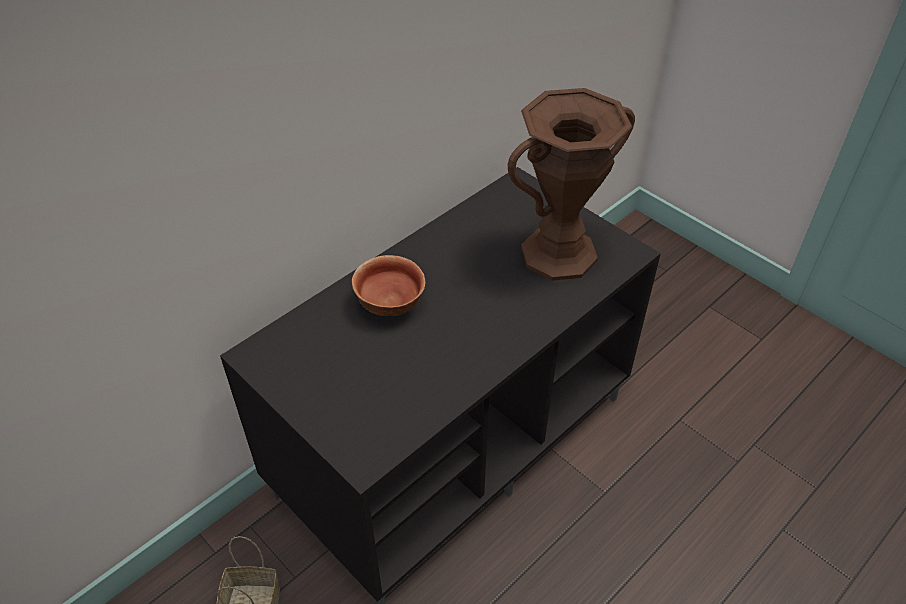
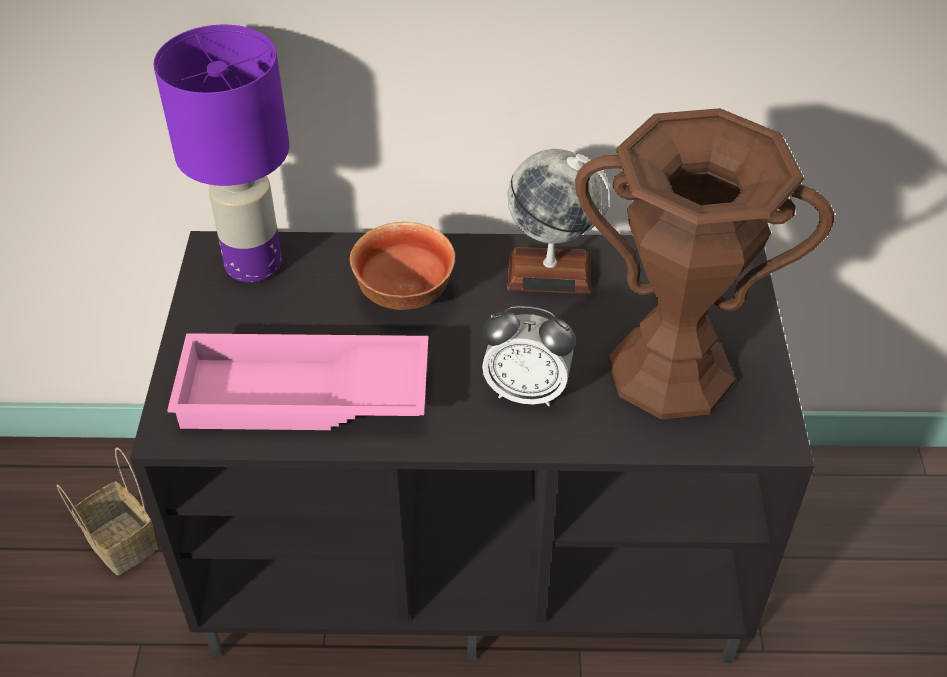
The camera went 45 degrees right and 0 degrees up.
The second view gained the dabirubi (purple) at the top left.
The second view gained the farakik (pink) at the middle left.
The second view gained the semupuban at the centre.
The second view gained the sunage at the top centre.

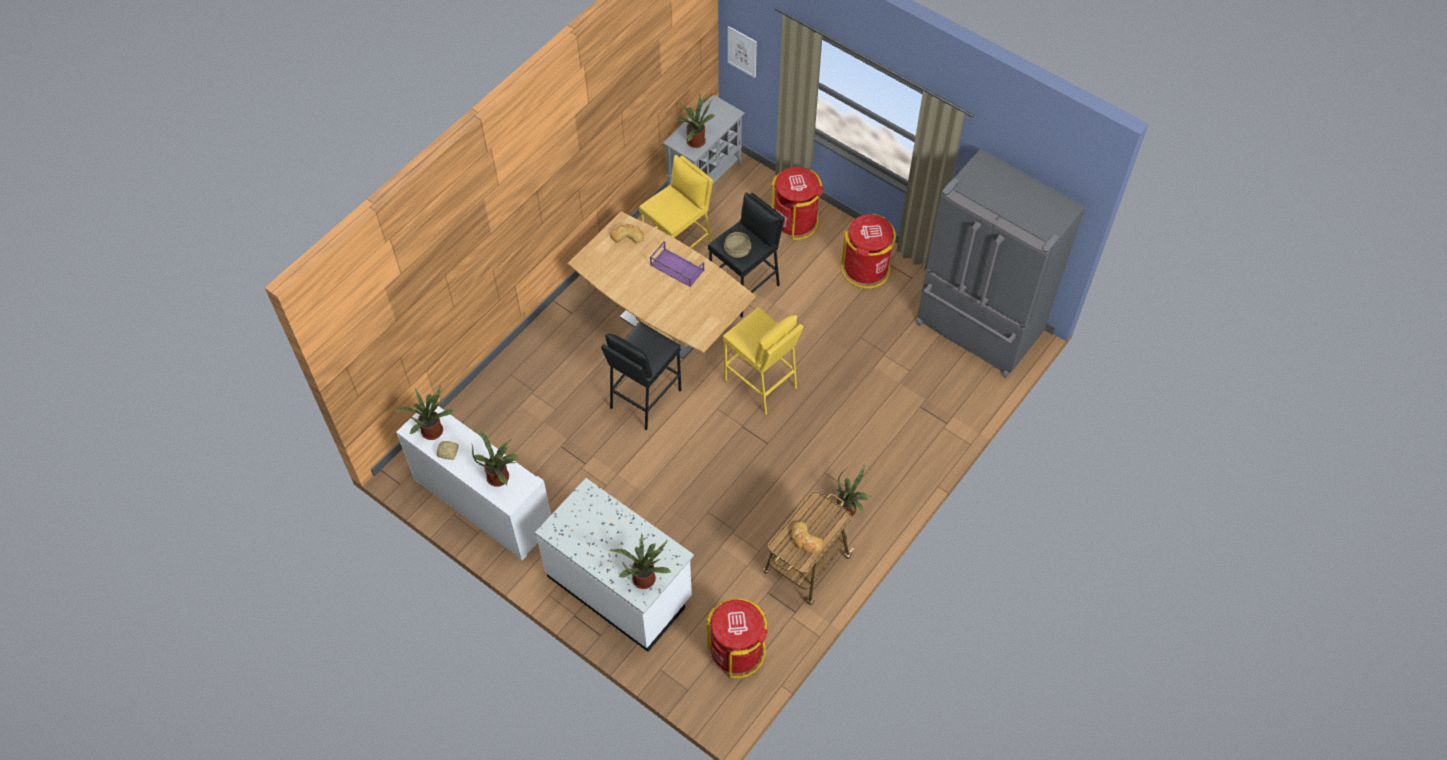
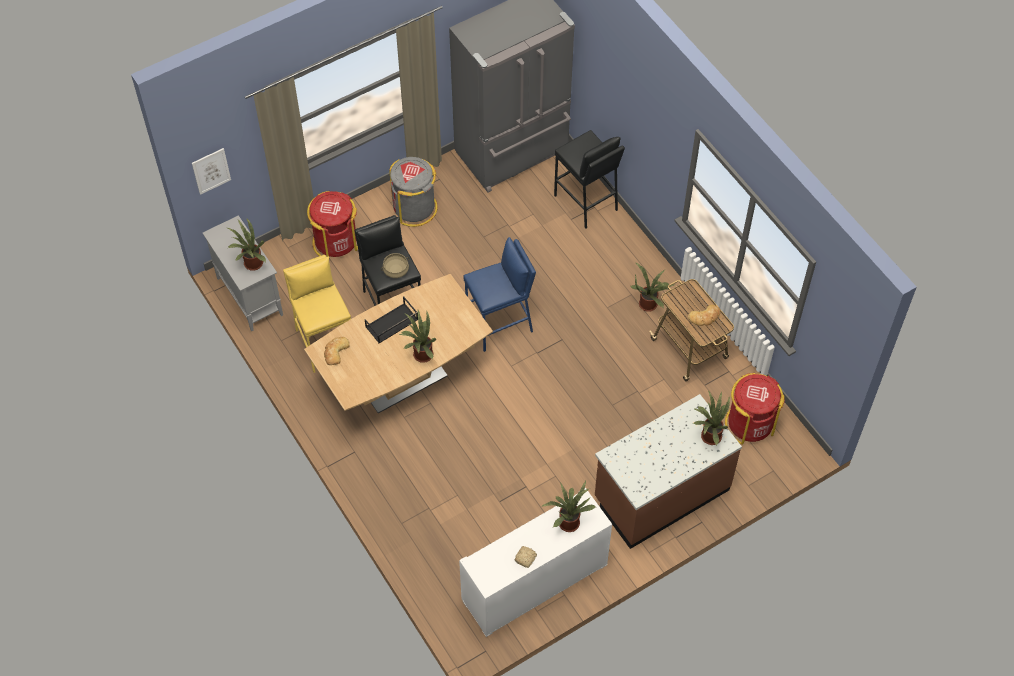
The camera went 70 degrees left and 0 degrees up.
The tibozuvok (1st from left in the first image) ended up elsewhere, having gone from the middle left to the centre.
The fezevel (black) (1st from left in the first image) ended up elsewhere, having gone from the centre to the top centre.
What was the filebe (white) at the bottom centre turned into the filebe (brown) at the bottom centre.
What was the farakik (purple) at the centre turned into the farakik (black) at the centre.
What was the fezevel (yellow) (2nd from left) at the centre turned into the fezevel (blue) at the centre.
What was the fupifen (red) (3rd from left) at the top centre turned into the fupifen (grey) at the top centre.

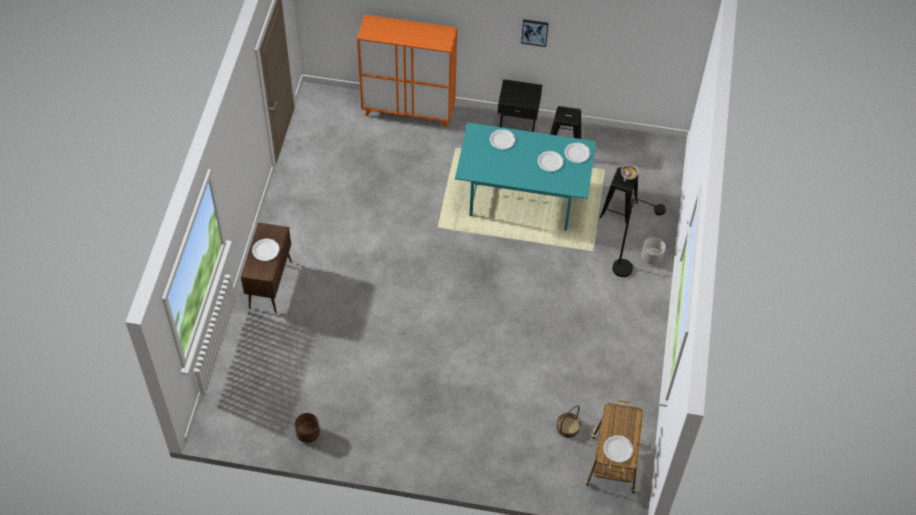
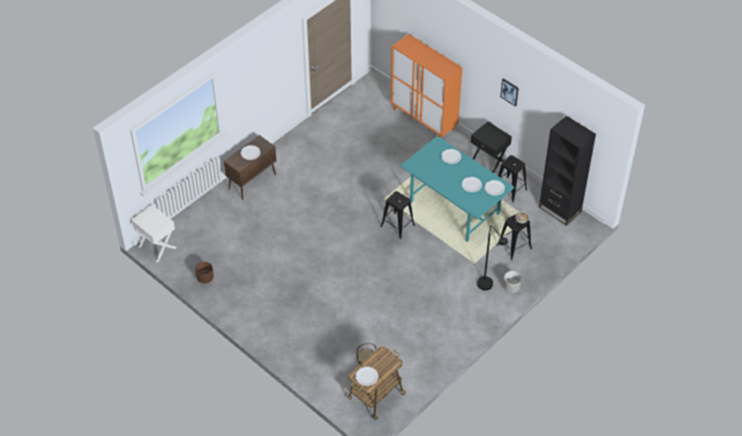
The camera went 35 degrees right and 5 degrees down.
The second view gained the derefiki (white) at the middle left.
The second view gained the fezevel (black) (1st from left) at the centre.
The second view gained the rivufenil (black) at the middle right.

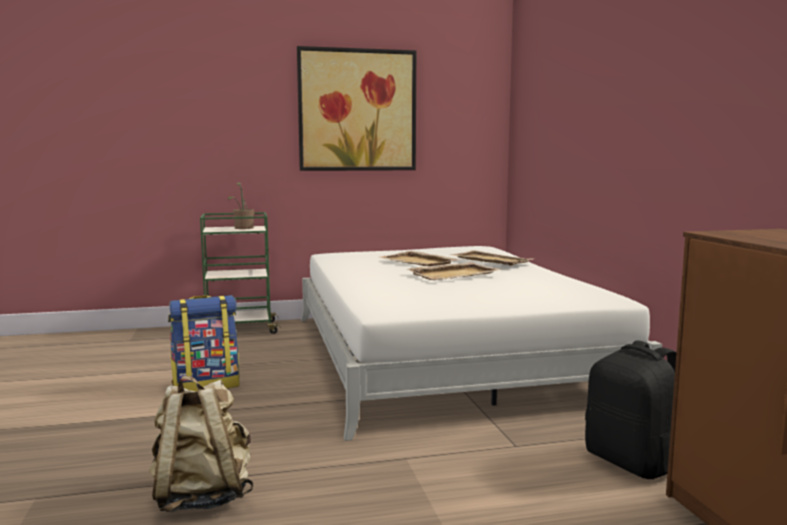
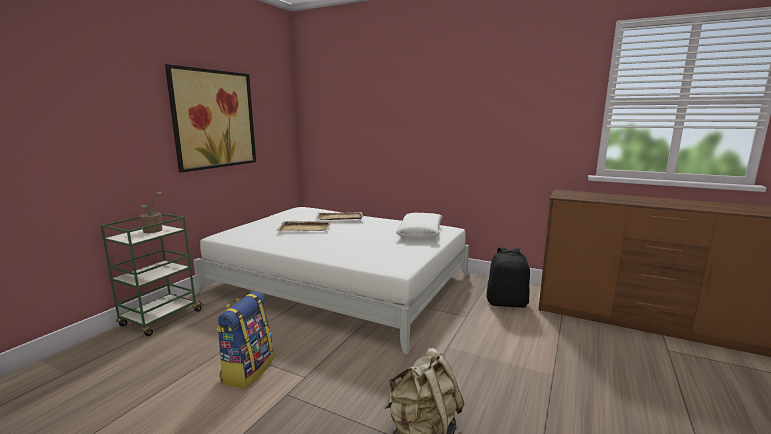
The camera went 50 degrees left and 5 degrees up.
The second view lost the farakik (beige) (2nd from left) at the centre.
The second view gained the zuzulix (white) at the centre.

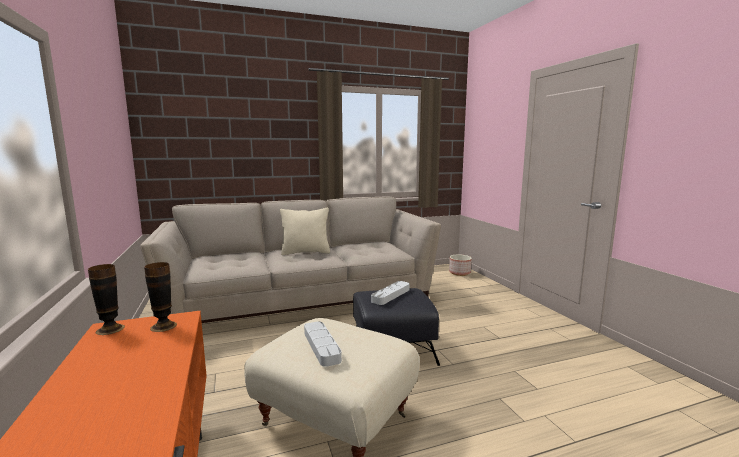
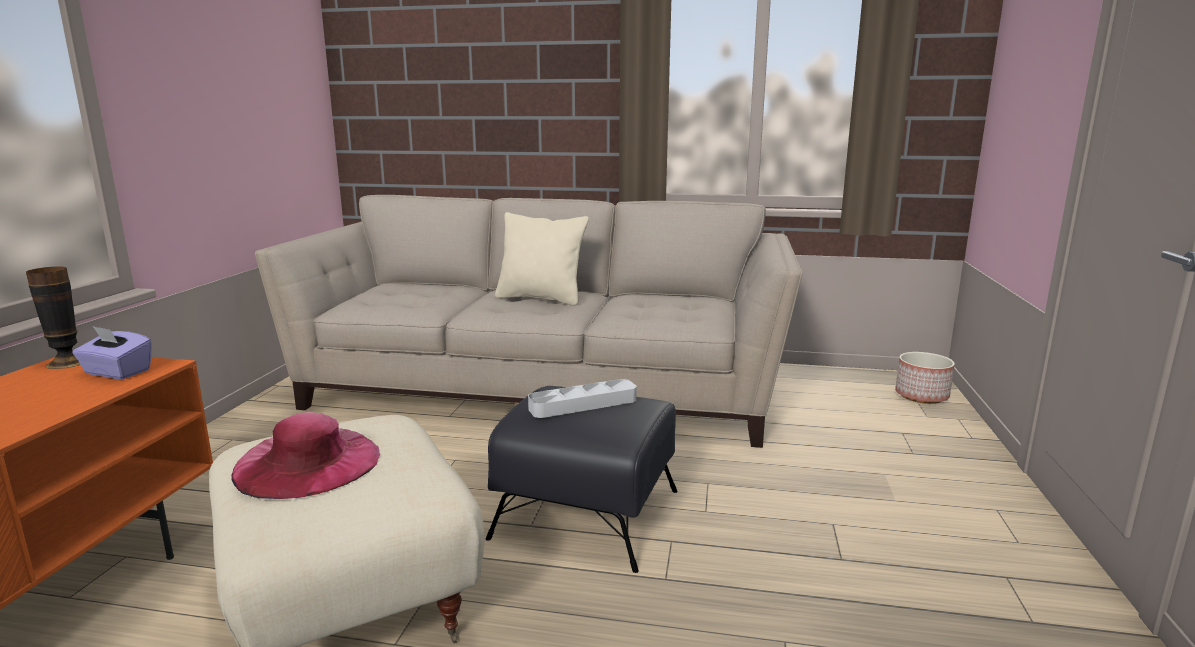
The camera went 30 degrees right and 5 degrees up.
Where the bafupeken (2nd from left) stood at the middle left, the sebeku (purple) came to stand at the middle left.
Where the farakik (grey) (1st from left) stood at the bottom centre, the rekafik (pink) came to stand at the bottom left.

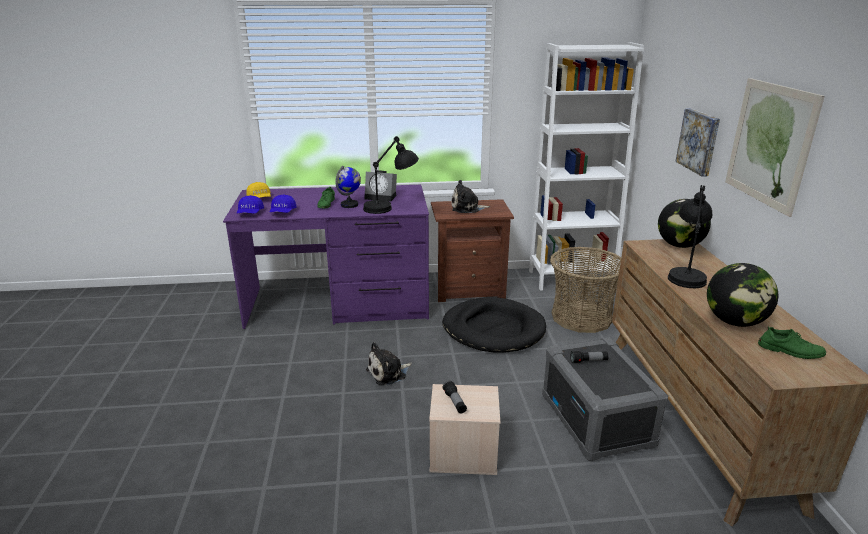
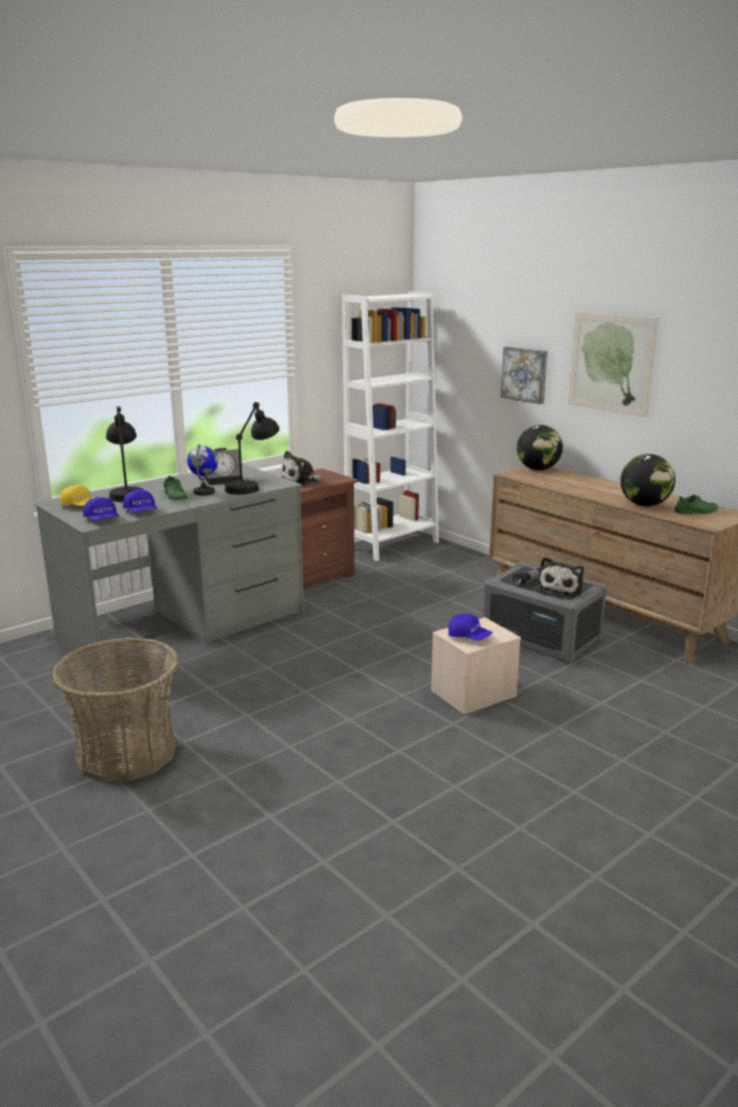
The camera went 35 degrees left and 5 degrees down.
The second view lost the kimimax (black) at the centre.
The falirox (1st from left in the first image) ended up elsewhere, having gone from the bottom centre to the middle right.
The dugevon ended up elsewhere, having gone from the middle right to the middle left.
The dabirubi (black) (2nd from left in the first image) ended up elsewhere, having gone from the middle right to the middle left.
Where the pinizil (1st from left) stood at the bottom centre, the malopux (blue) (3rd from left) came to stand at the centre.
What was the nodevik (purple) at the centre turned into the nodevik (grey) at the middle left.

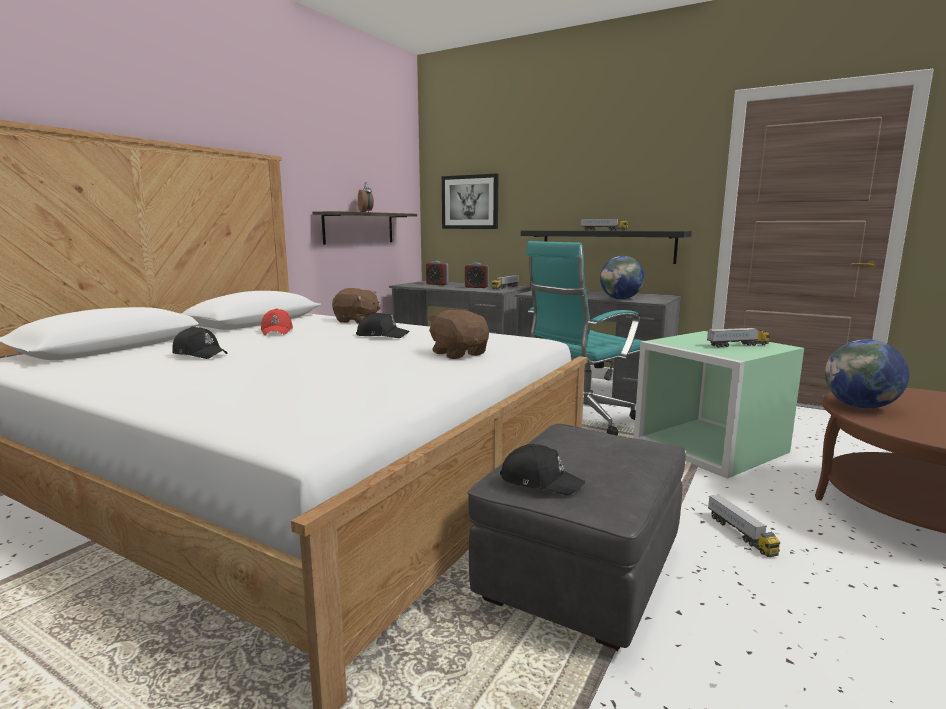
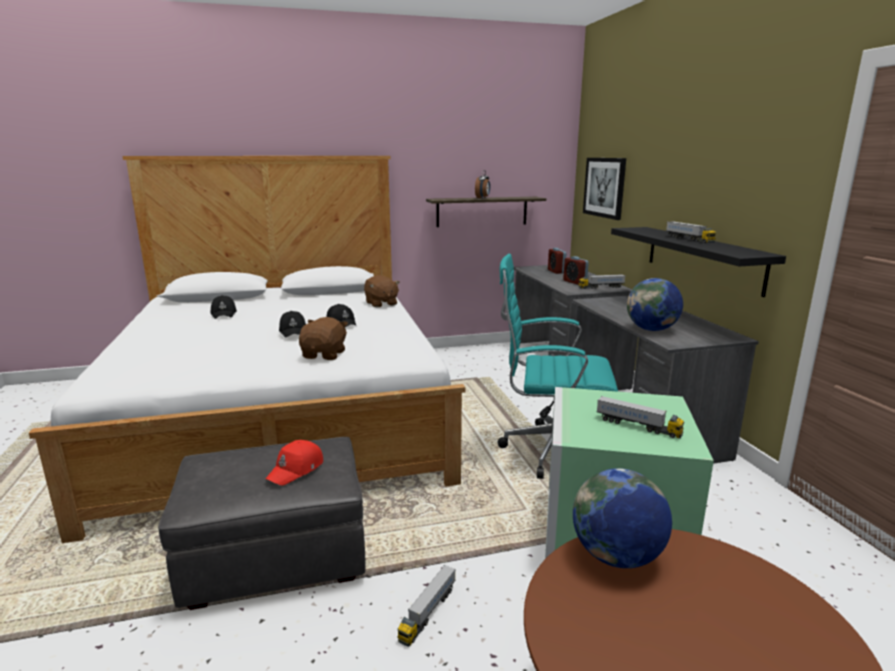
The camera went 45 degrees right and 5 degrees up.
The malopux (red) ended up elsewhere, having gone from the middle left to the bottom left.
The malopux (black) (3rd from left in the first image) ended up elsewhere, having gone from the centre to the middle left.

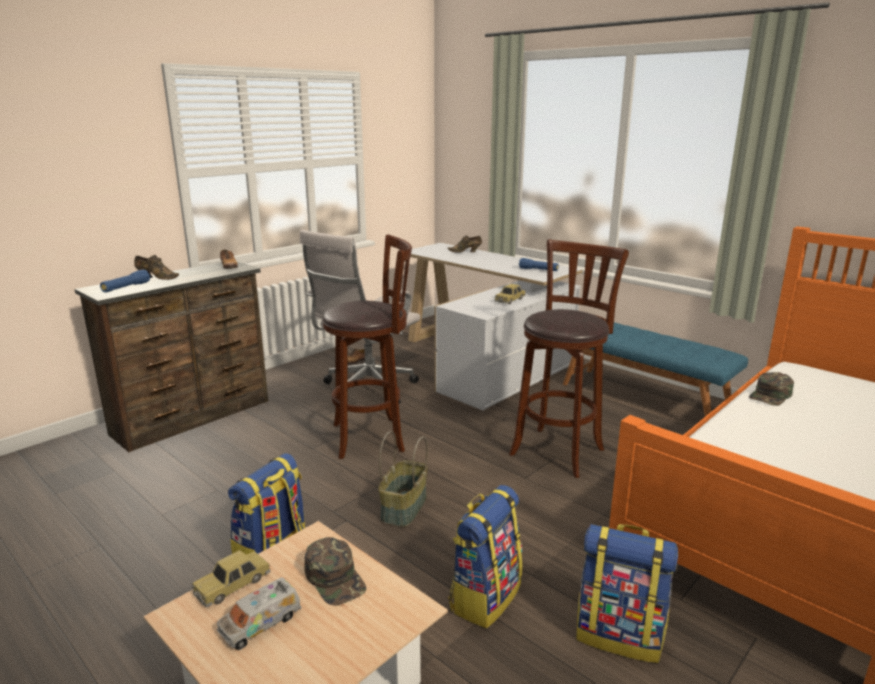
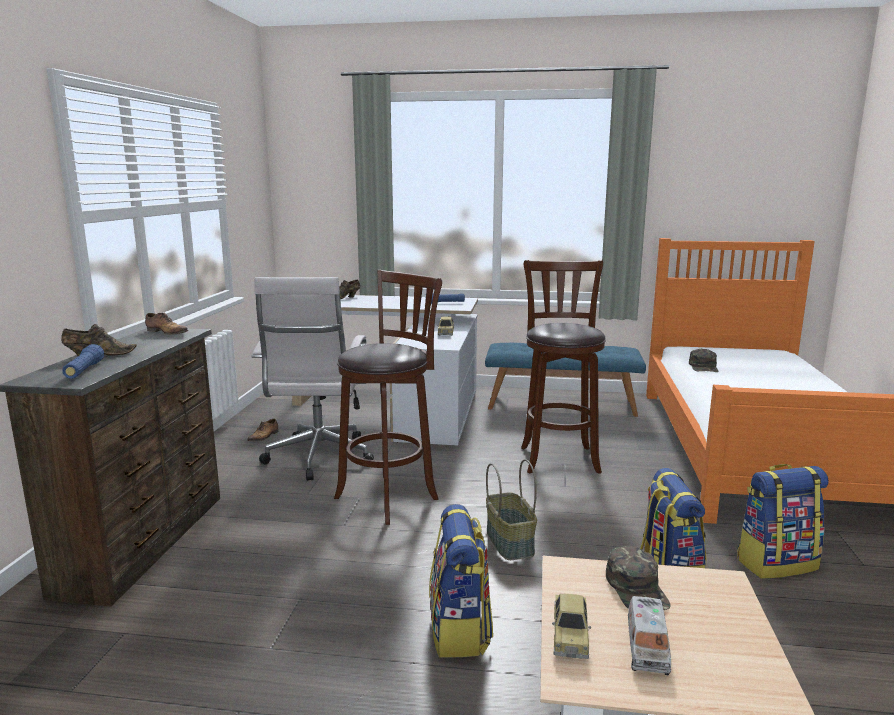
The camera went 35 degrees left and 5 degrees down.
The malopux (green) (1st from left) at the bottom centre ended up facing another way, 60 degrees clockwise from before.

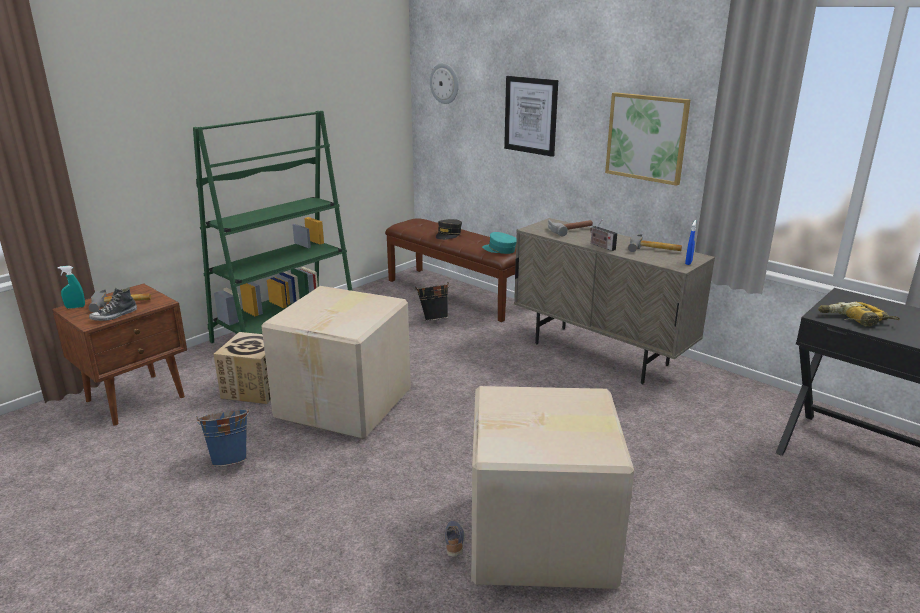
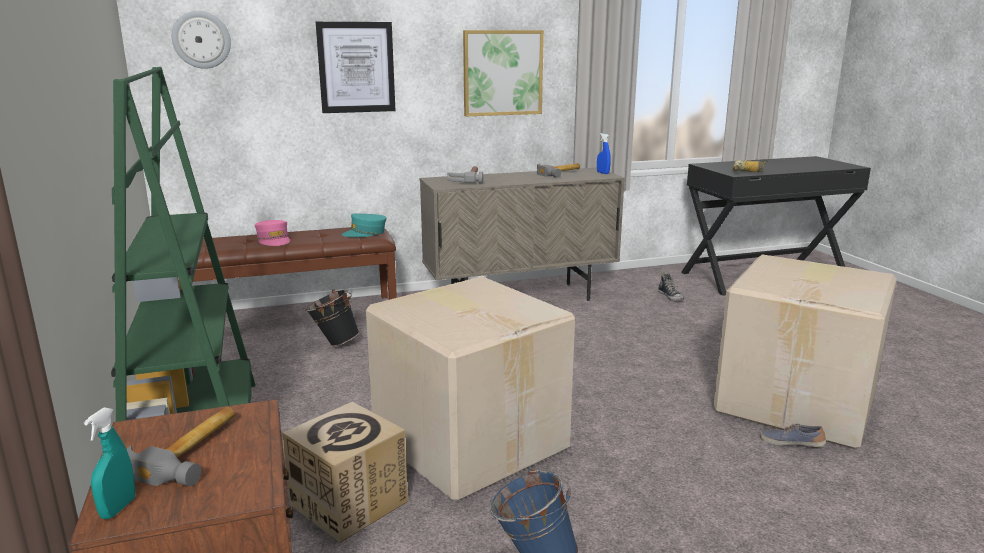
The camera went 60 degrees left and 5 degrees down.
The second view lost the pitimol at the centre.
The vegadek (1st from left) ended up elsewhere, having gone from the middle left to the middle right.
What was the malopux (grey) at the centre turned into the malopux (pink) at the middle left.

